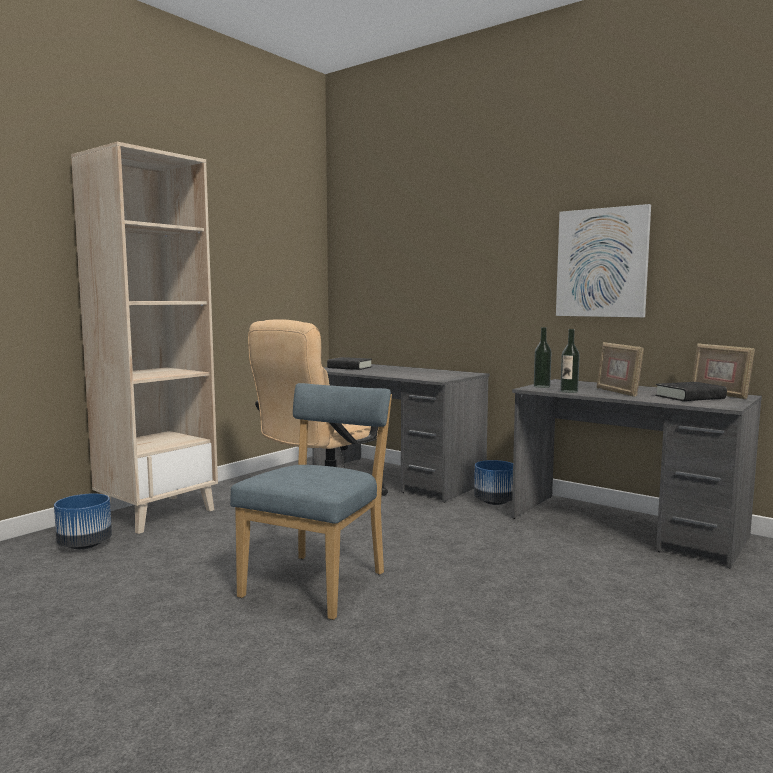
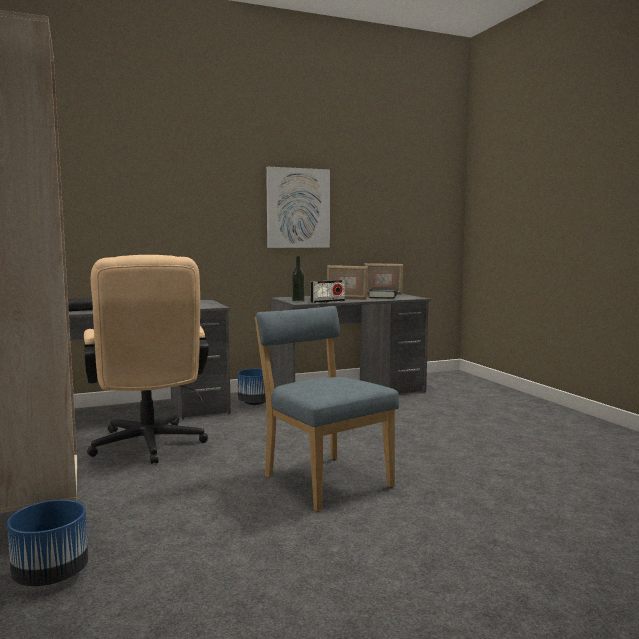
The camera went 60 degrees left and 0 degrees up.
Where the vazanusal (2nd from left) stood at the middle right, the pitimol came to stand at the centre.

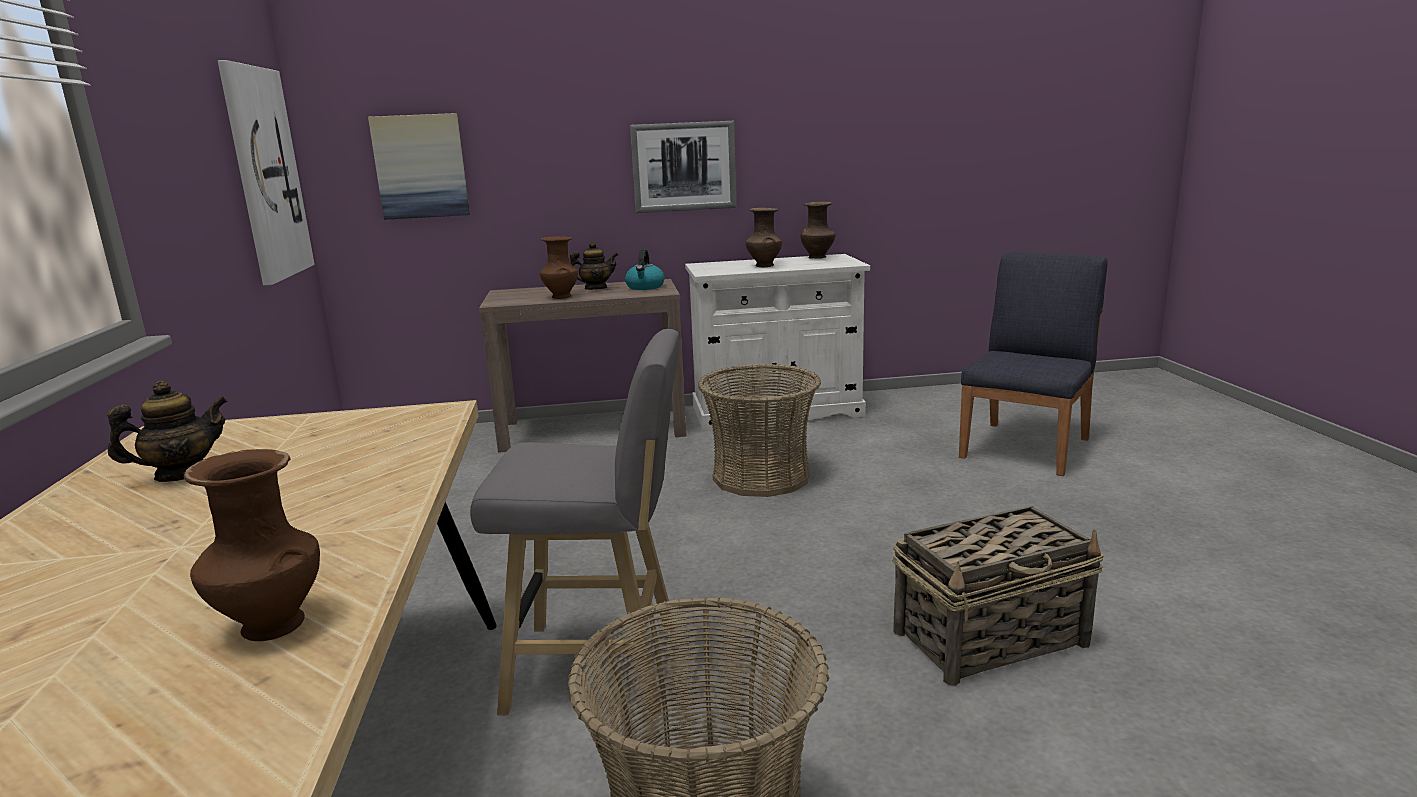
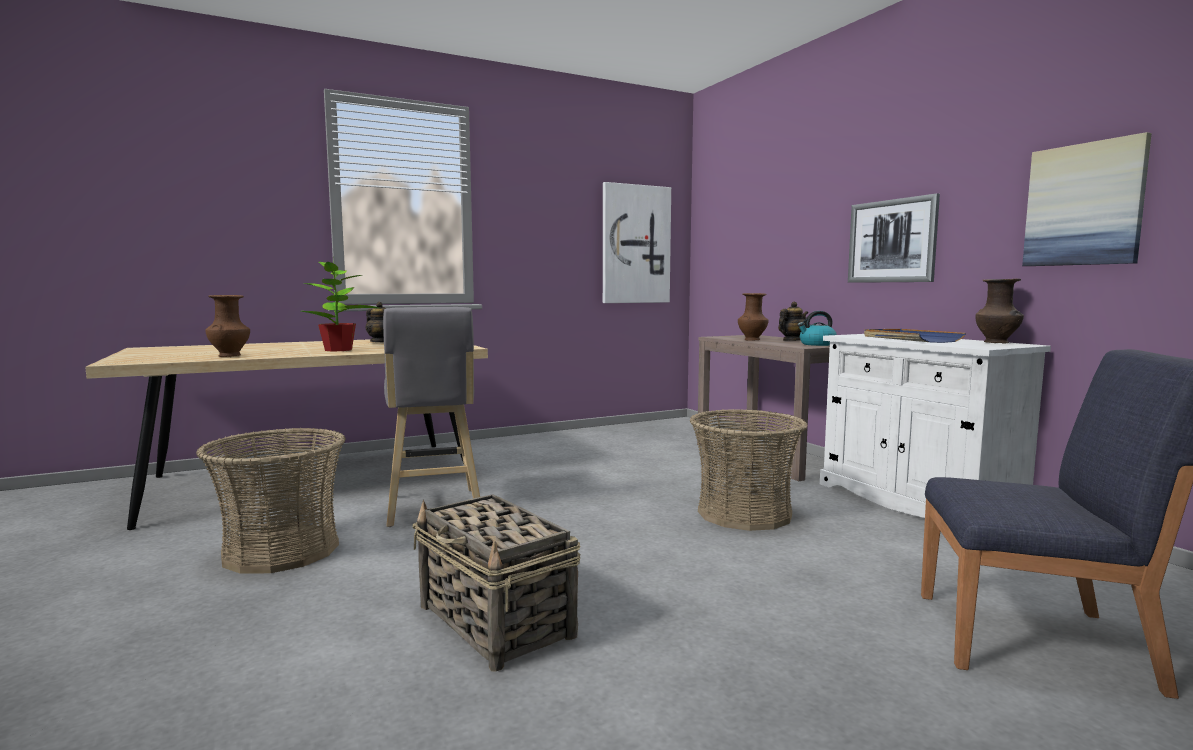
The camera went 70 degrees right and 10 degrees down.
The second view gained the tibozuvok at the middle left.
The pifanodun (2nd from left in the first image) ended up elsewhere, having gone from the top left to the top right.
Where the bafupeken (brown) (3rd from left) stood at the top centre, the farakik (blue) came to stand at the middle right.
The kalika (2nd from left) at the centre ended up facing another way, 90 degrees counterclockwise from before.

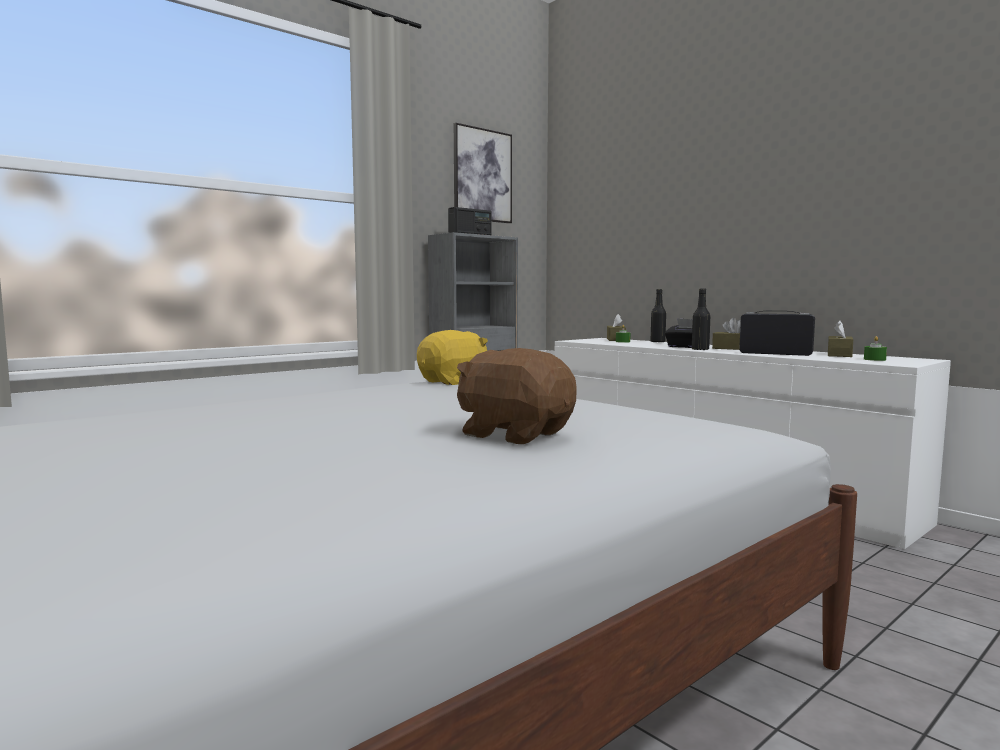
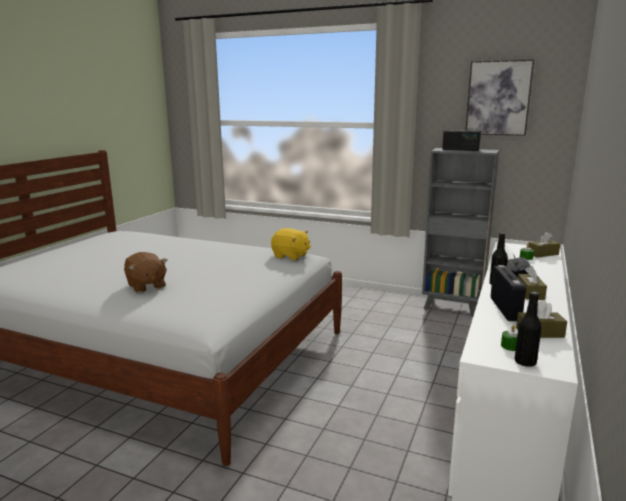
The camera went 65 degrees right and 10 degrees up.
The vazanusal (black) (1st from left in the first image) ended up elsewhere, having gone from the centre to the middle right.
The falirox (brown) at the centre ended up facing another way, 135 degrees clockwise from before.

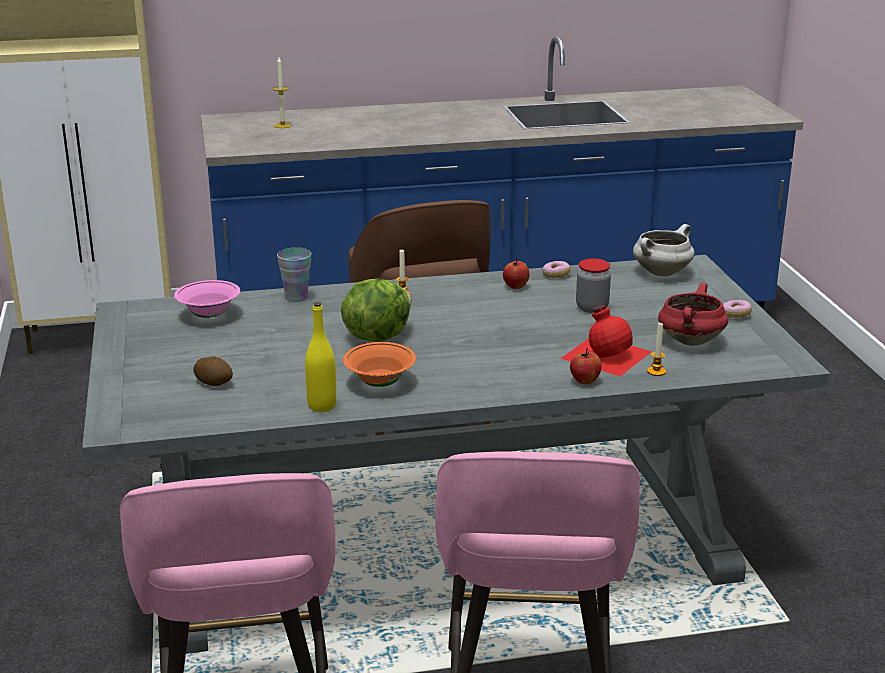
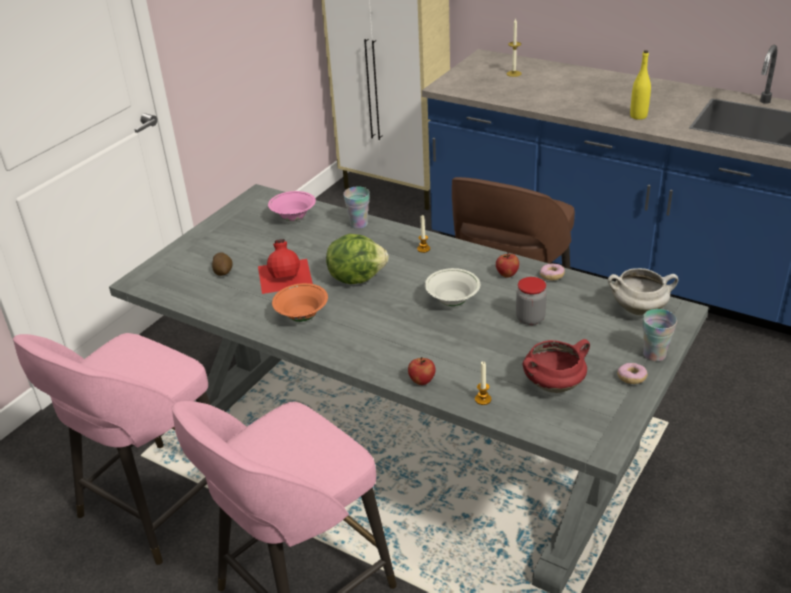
The camera went 45 degrees right and 10 degrees up.
The second view gained the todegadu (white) at the centre.
The second view gained the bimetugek (2nd from left) at the middle right.
The vazanusal (yellow) ended up elsewhere, having gone from the centre to the top right.
The vazanusal (red) ended up elsewhere, having gone from the middle right to the centre.

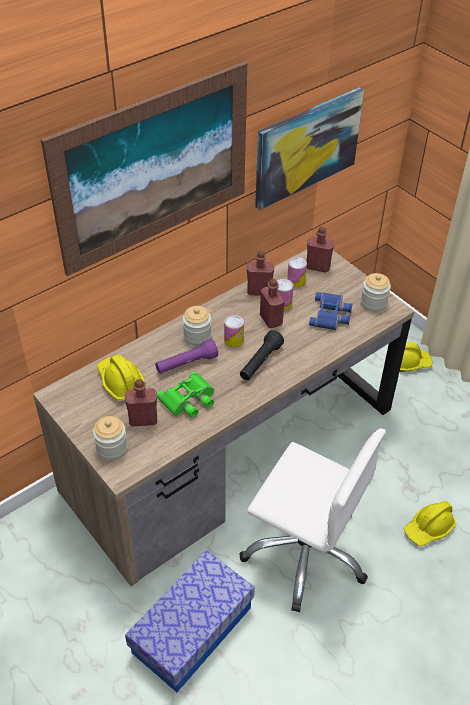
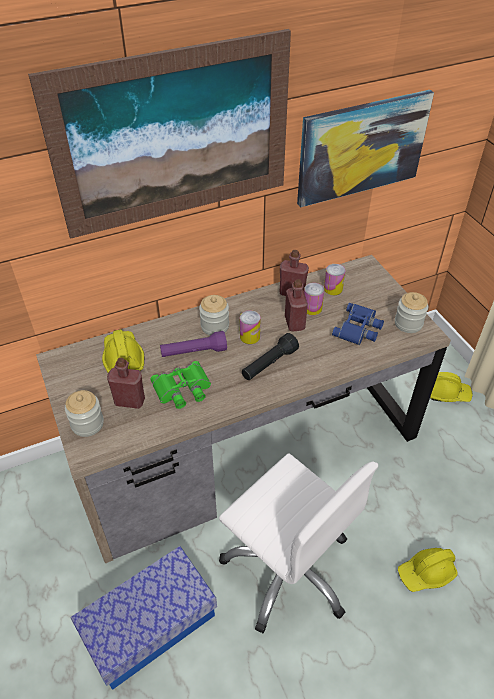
The camera went 15 degrees right and 0 degrees up.
The second view lost the vazanusal (red) (4th from left) at the middle right.

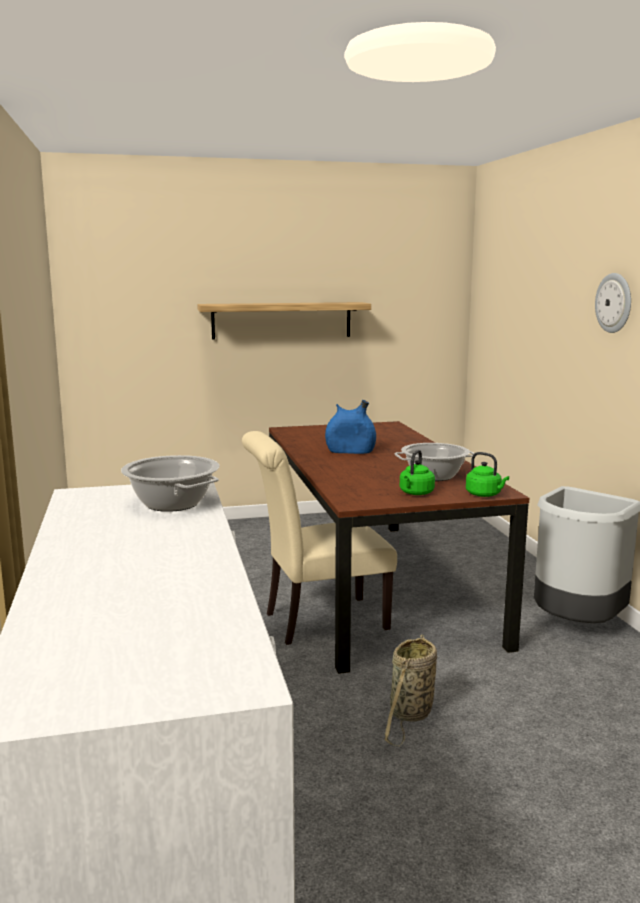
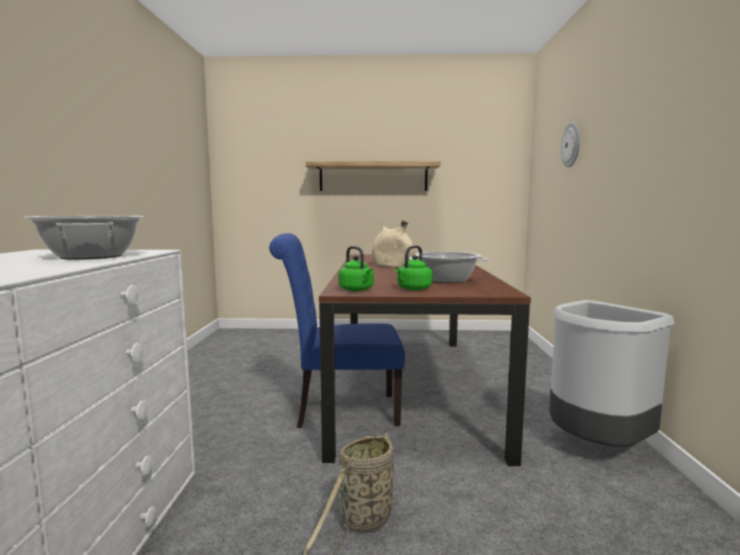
The camera went 15 degrees right and 5 degrees down.
The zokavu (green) (2nd from left in the first image) ended up elsewhere, having gone from the middle right to the centre.
The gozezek ended up elsewhere, having gone from the middle right to the top right.
What was the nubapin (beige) at the centre turned into the nubapin (blue) at the centre.
What was the bafupeken (blue) at the centre turned into the bafupeken (beige) at the centre.

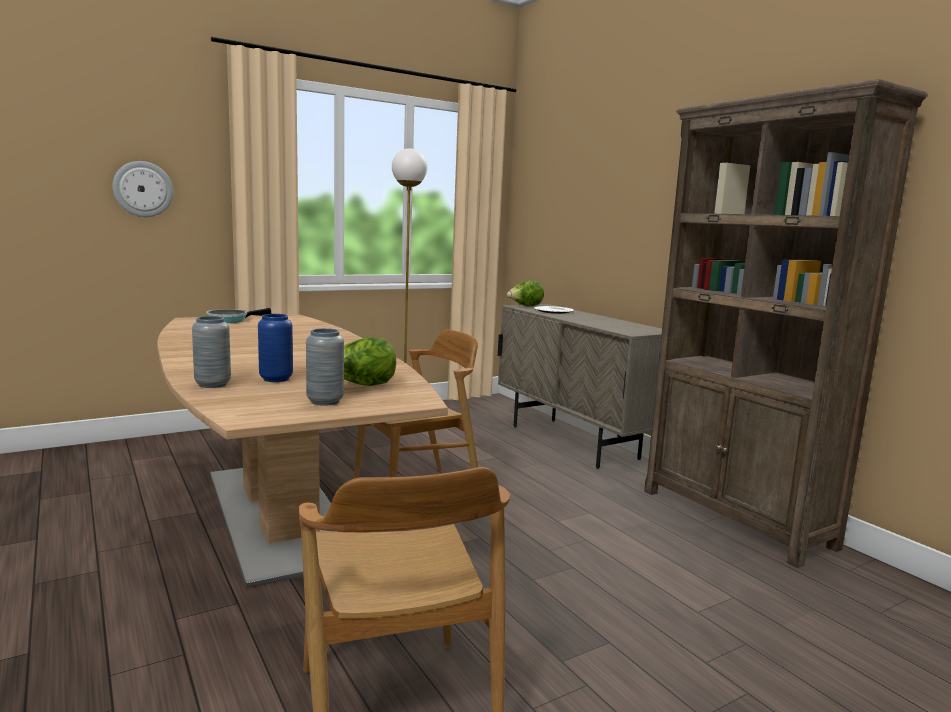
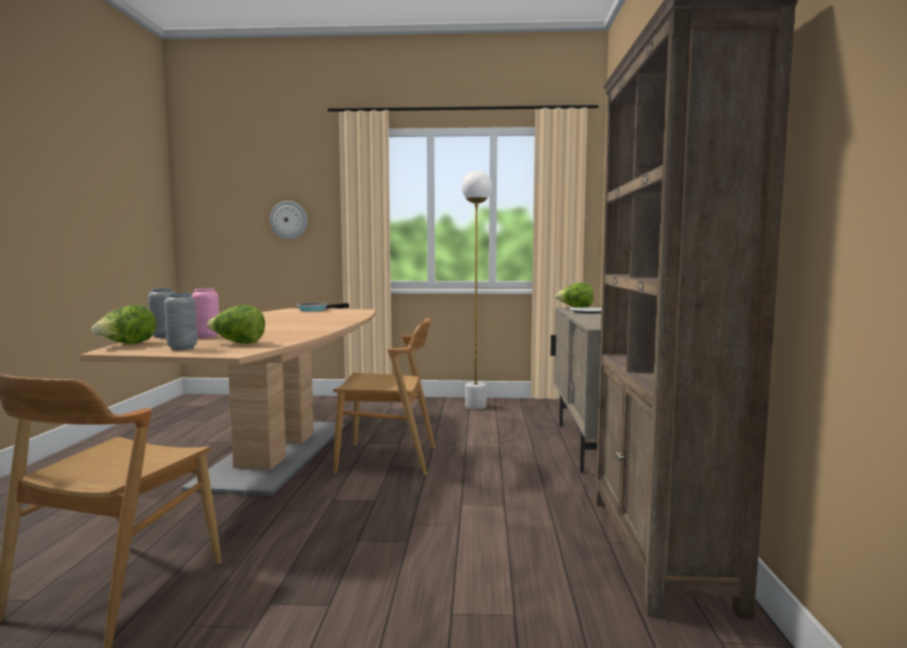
The camera went 35 degrees right and 5 degrees down.
The second view gained the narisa (1st from left) at the middle left.
What was the bafupeken (blue) at the middle left turned into the bafupeken (pink) at the middle left.

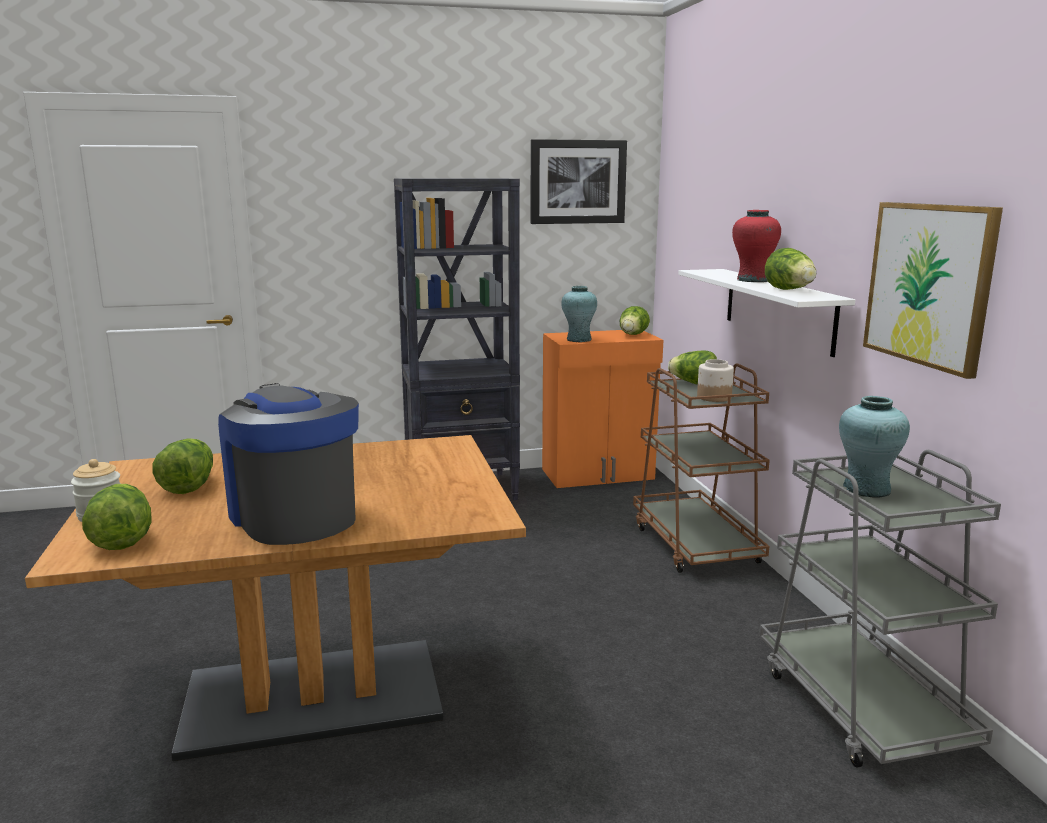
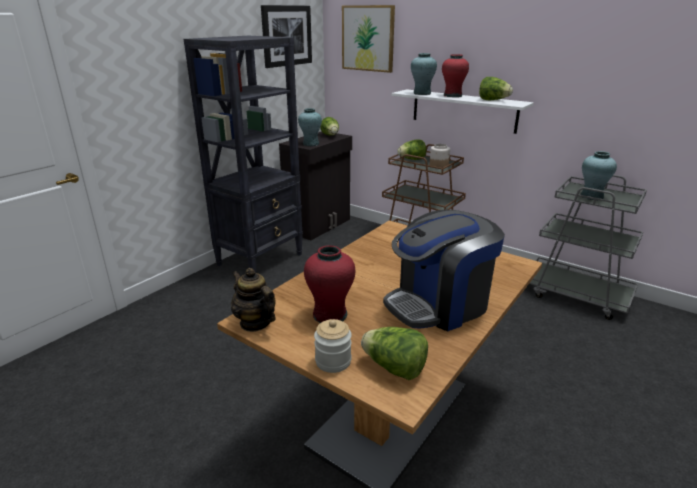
The camera went 40 degrees left and 10 degrees up.
The second view gained the kalika at the centre.
The second view gained the bafupeken (turquoise) (2nd from left) at the top centre.
The pifanodun (2nd from left) ended up elsewhere, having gone from the middle right to the top centre.
Where the narisa (2nd from left) stood at the middle left, the bafupeken (red) (1st from left) came to stand at the centre.
What was the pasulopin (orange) at the centre turned into the pasulopin (black) at the centre.
The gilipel at the middle left ended up facing another way, 45 degrees counterclockwise from before.

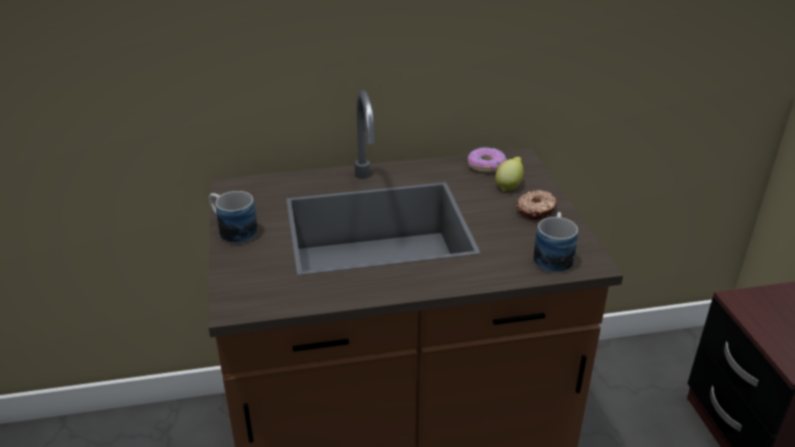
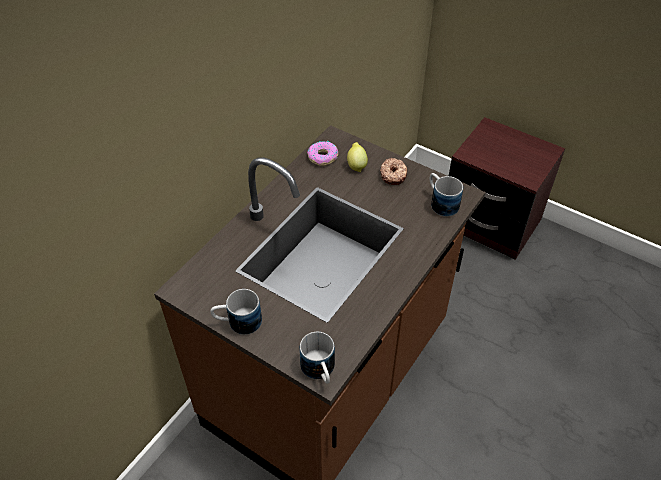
The camera went 45 degrees left and 15 degrees up.
The second view gained the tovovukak (2nd from left) at the bottom centre.

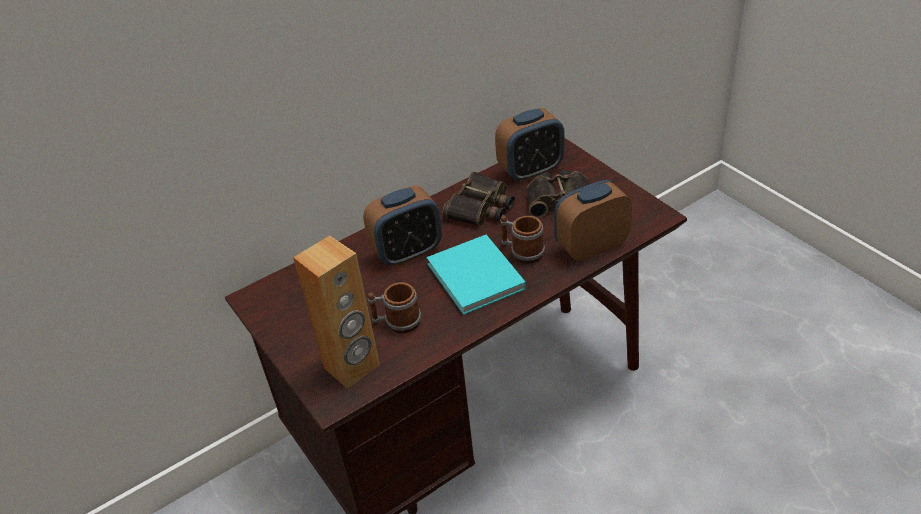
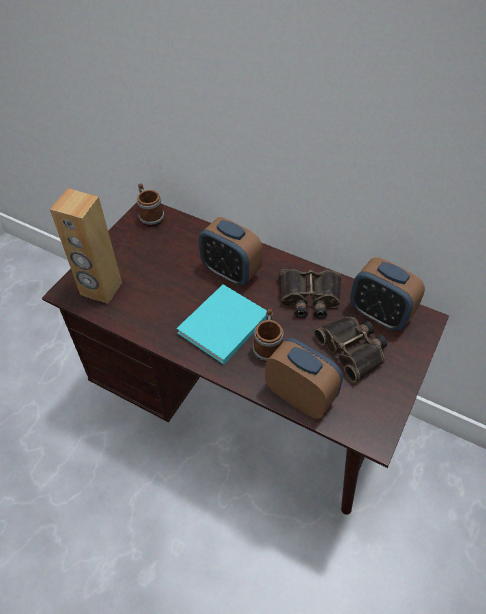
The camera went 60 degrees right and 10 degrees up.
The tovovukak (1st from left) ended up elsewhere, having gone from the centre to the middle left.

